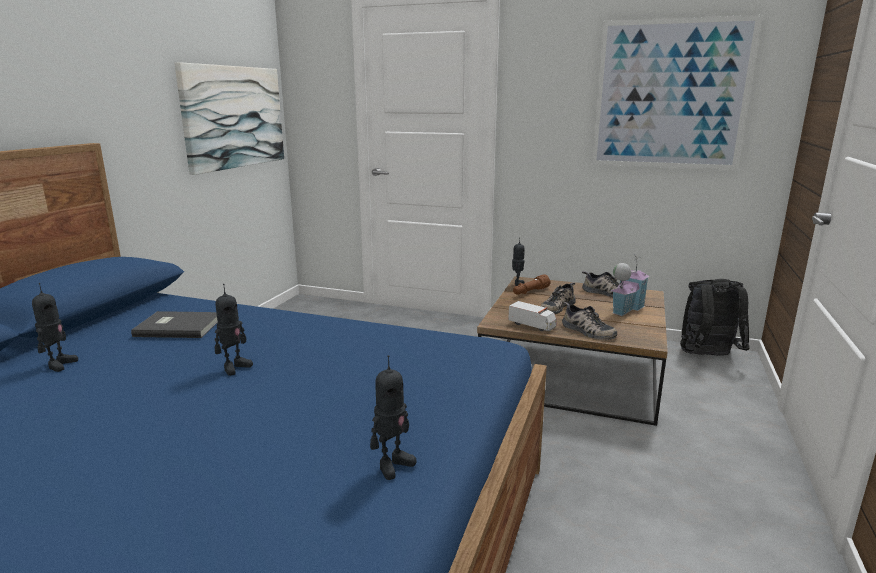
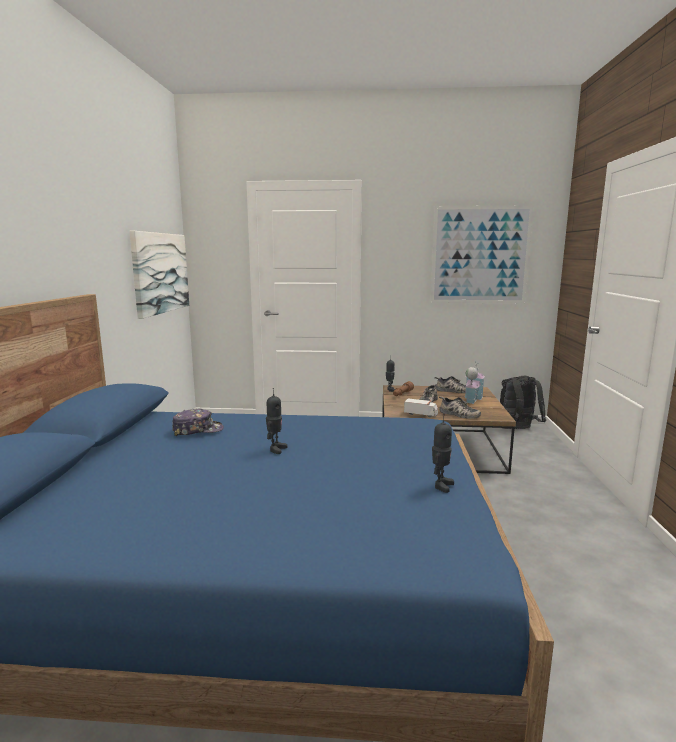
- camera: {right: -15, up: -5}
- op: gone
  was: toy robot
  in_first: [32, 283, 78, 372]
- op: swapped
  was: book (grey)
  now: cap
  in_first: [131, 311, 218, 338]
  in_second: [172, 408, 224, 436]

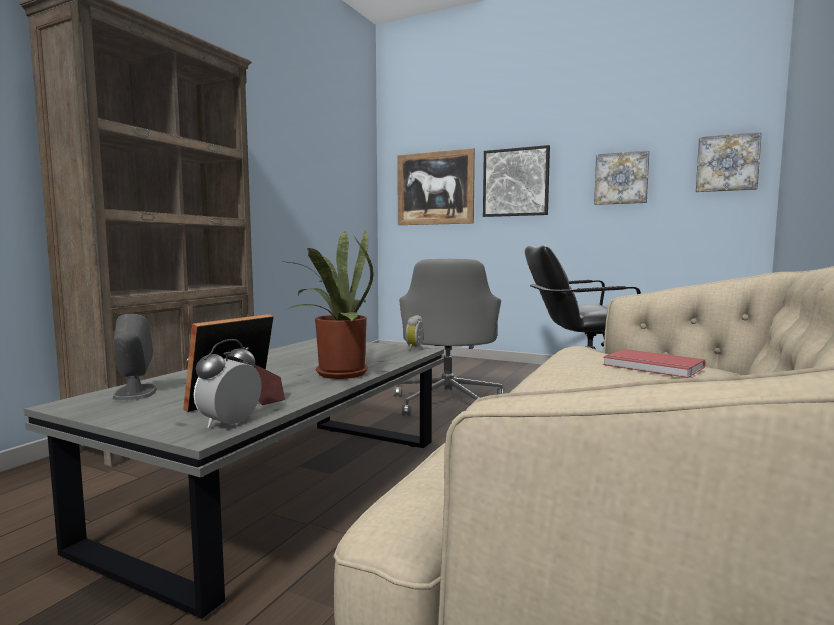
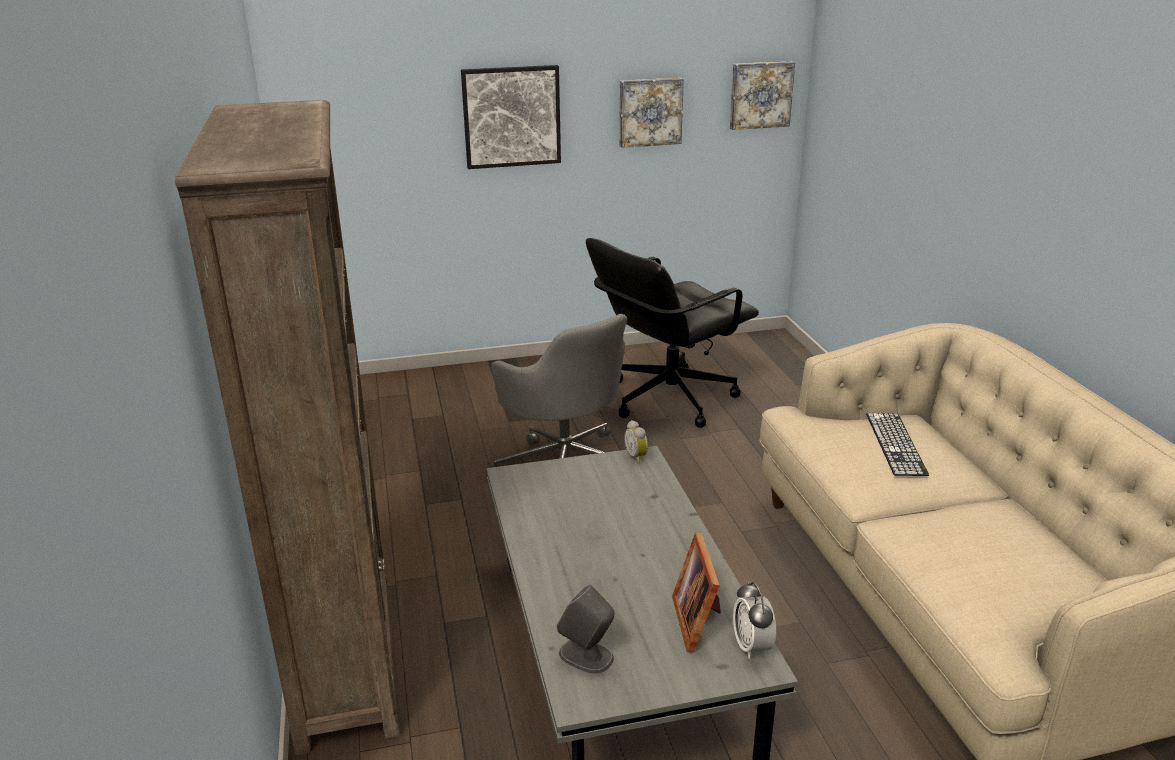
- camera: {right: -40, up: 20}
- op: gone
  was: potted plant
  in_first: [281, 231, 374, 379]
- op: gone
  was: picture
  in_first: [397, 148, 475, 225]
- op: swapped
  was: book (red)
  now: keyboard
  in_first: [603, 349, 705, 378]
  in_second: [866, 413, 929, 476]

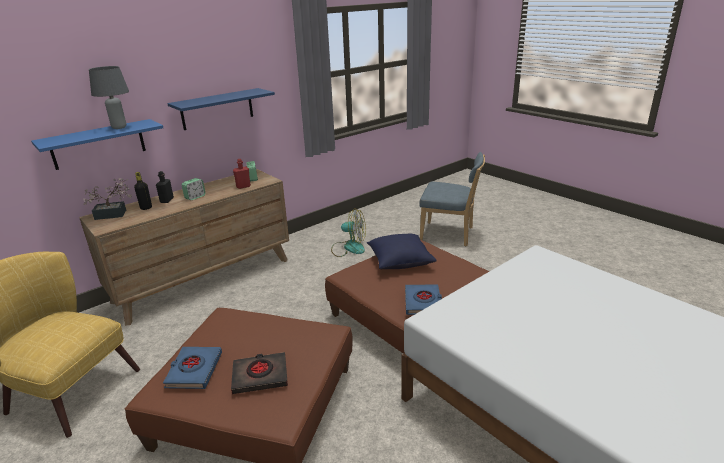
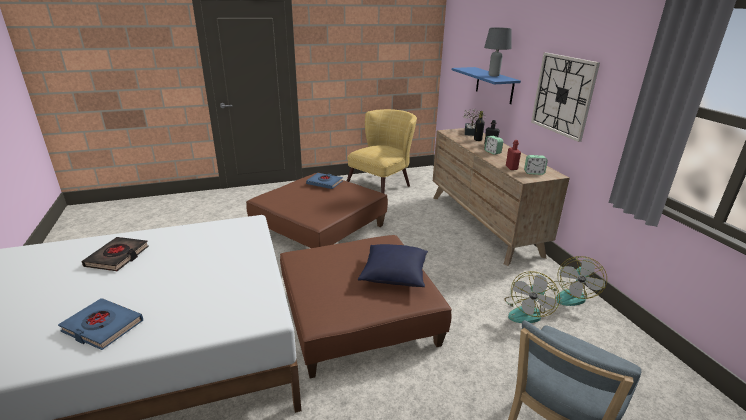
- camera: {right: 110, up: 0}
- op: new
  now: fan
  in_second: [547, 256, 607, 306]
- op: shifted
  was: book (black)
  in_first: [231, 352, 288, 394]
  in_second: [81, 237, 149, 271]
- op: shifted
  was: book (blue)
  in_first: [405, 285, 442, 315]
  in_second: [58, 298, 143, 350]
- op: swapped
  was: shelf (blue)
  now: wall clock
  in_first: [167, 88, 275, 130]
  in_second: [531, 52, 600, 142]

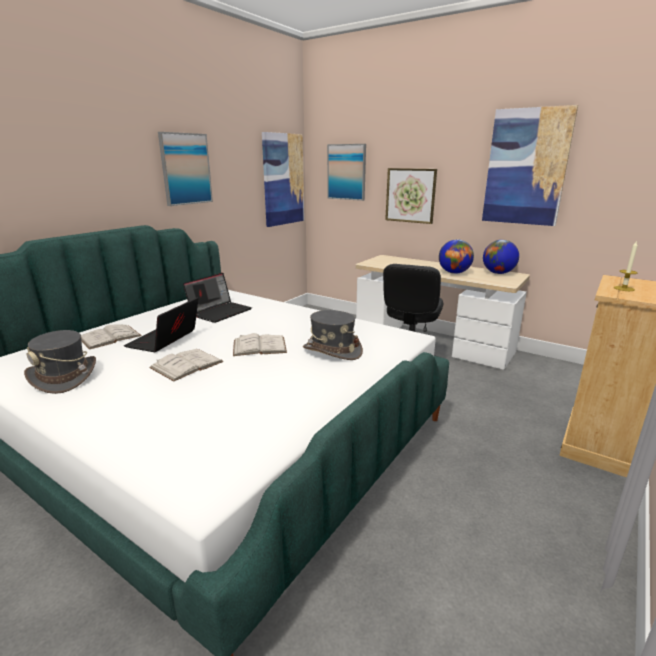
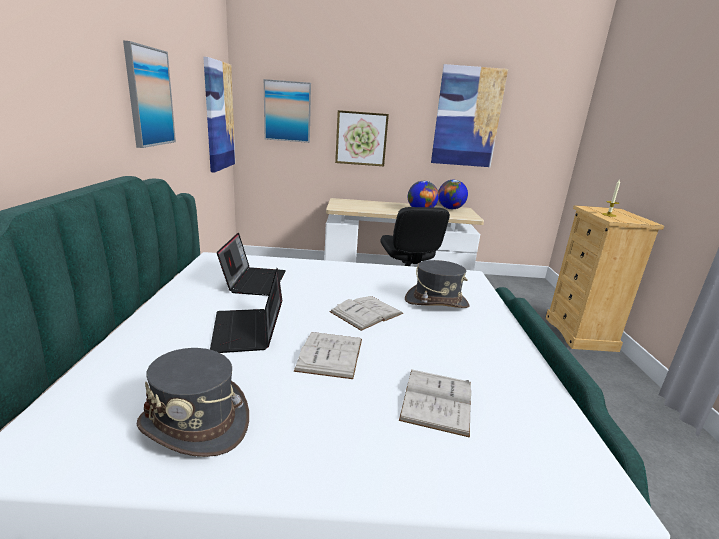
- camera: {right: -35, up: 0}
- op: shifted
  was: book (white)
  in_first: [81, 325, 142, 350]
  in_second: [399, 370, 471, 438]

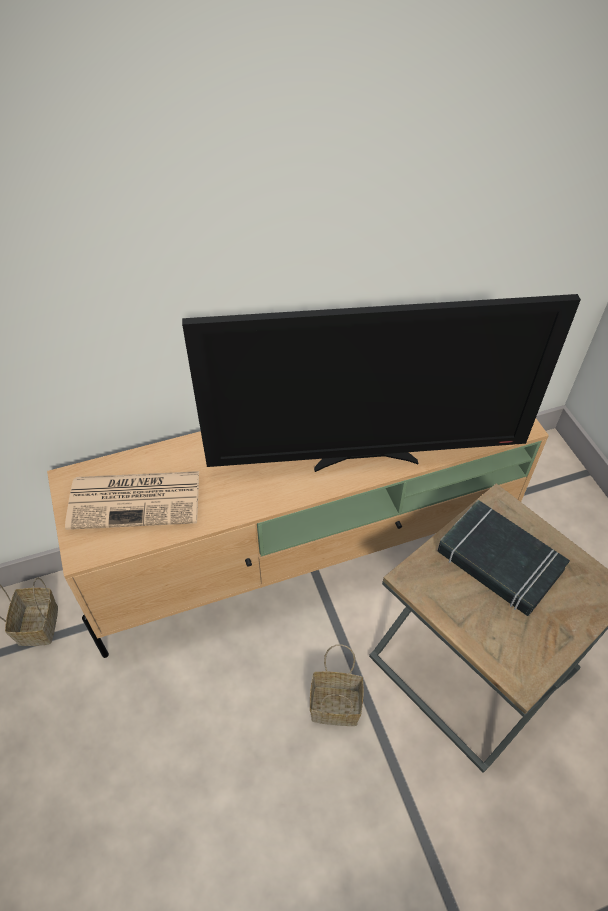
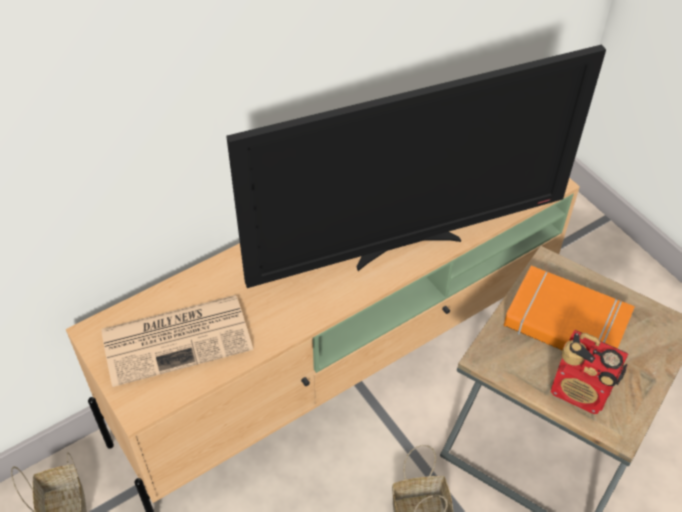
- camera: {right: -15, up: 0}
- op: new
  now: radio
  in_second: [551, 330, 628, 414]
- op: repainted
  was: book (black)
  now: book (orange)
  in_first: [438, 500, 570, 616]
  in_second: [504, 265, 635, 350]

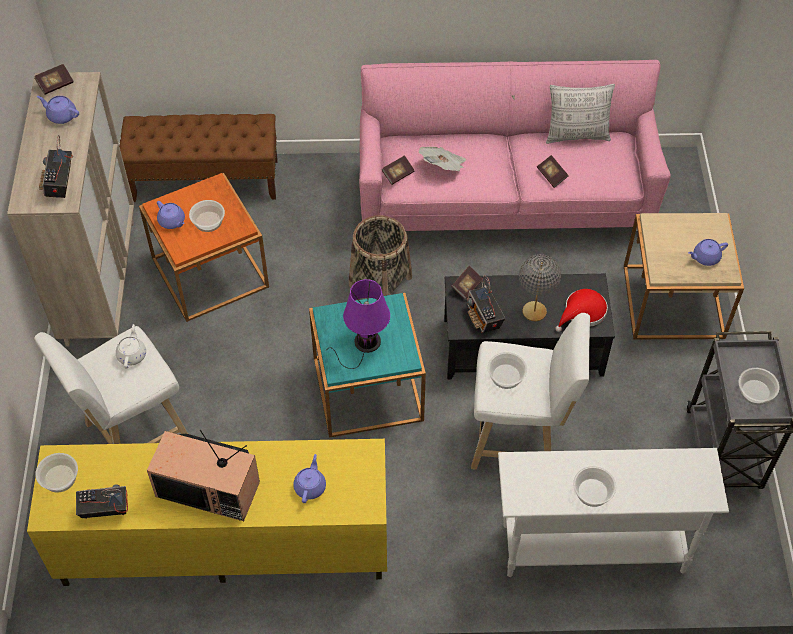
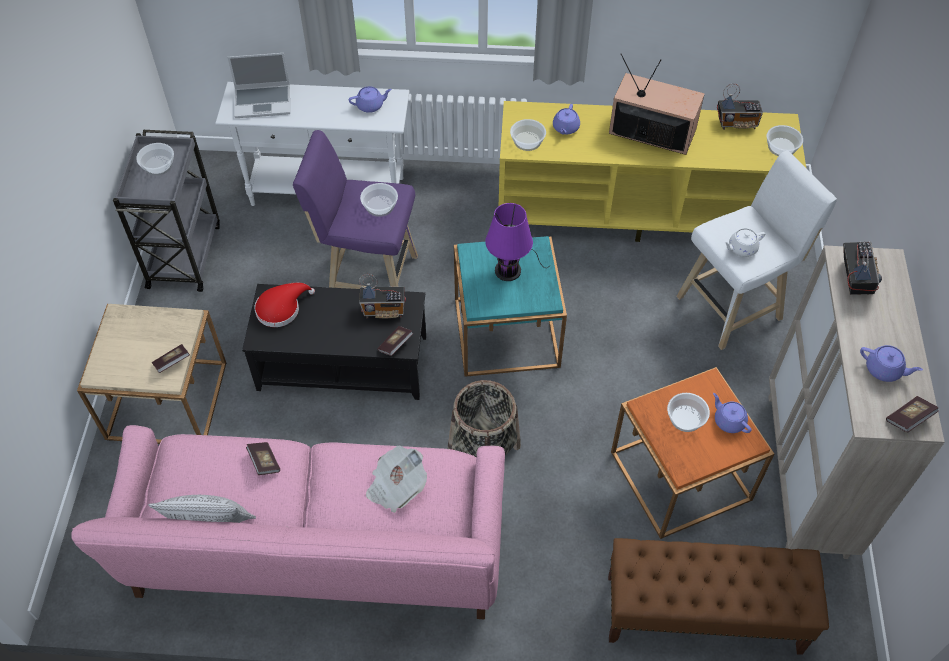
- camera: {right: -175, up: 0}
- op: gone
  was: table lamp (grey)
  in_first: [519, 254, 561, 322]
- op: new
  now: laptop
  in_second: [228, 53, 290, 118]
- op: shifted
  was: book
  in_first: [382, 155, 415, 185]
  in_second: [152, 344, 190, 373]
- op: shifted
  was: bowl
  in_first: [573, 466, 616, 507]
  in_second: [510, 119, 546, 151]
- op: shifted
  was: teapot (purple)
  in_first: [688, 239, 728, 266]
  in_second: [349, 86, 392, 113]
- op: repainted
  was: stool (white)
  now: stool (purple)
  in_first: [471, 313, 590, 470]
  in_second: [293, 130, 418, 289]
- op: rotated
  was: teapot (white)
  in_first: [116, 324, 146, 369]
  in_second: [724, 228, 765, 257]
  clockwise: 60
- op: rotated
  was: radio
  in_first: [467, 275, 505, 333]
  in_second: [359, 274, 406, 319]
  clockwise: 105

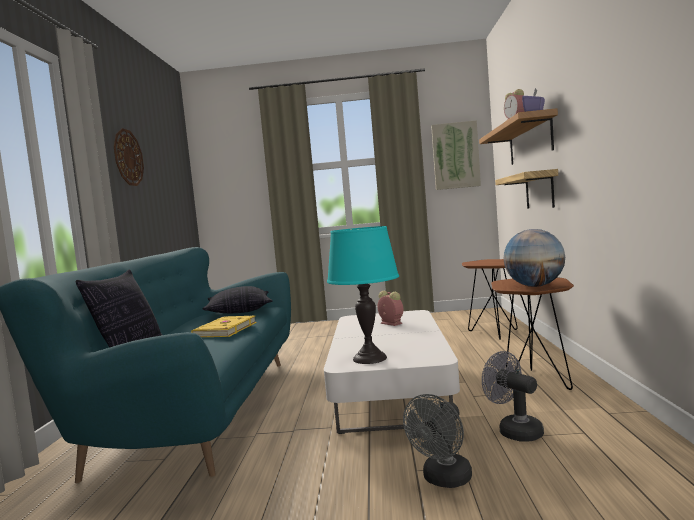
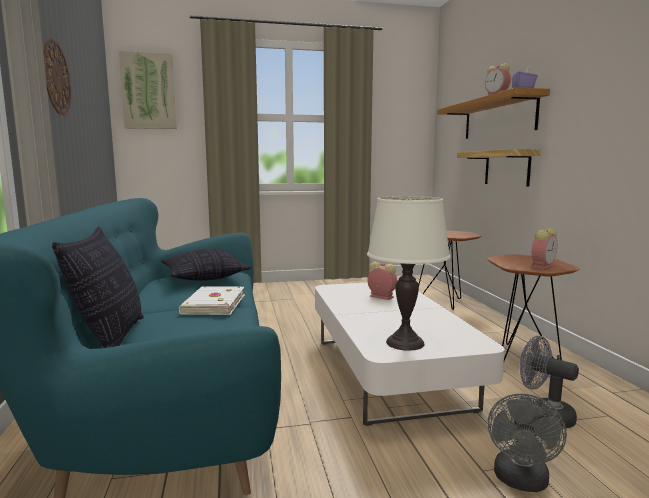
- camera: {right: -15, up: 5}
- op: shifted
  was: picture
  in_first: [431, 120, 481, 190]
  in_second: [119, 51, 177, 129]
- op: swapped
  was: globe
  now: alarm clock
  in_first: [503, 229, 565, 287]
  in_second: [531, 228, 557, 270]
- op: repainted
  was: book (yellow)
  now: book (white)
  in_first: [191, 315, 257, 337]
  in_second: [179, 286, 245, 315]
- op: repainted
  was: table lamp (turquoise)
  now: table lamp (white)
  in_first: [327, 226, 399, 364]
  in_second: [367, 196, 451, 351]

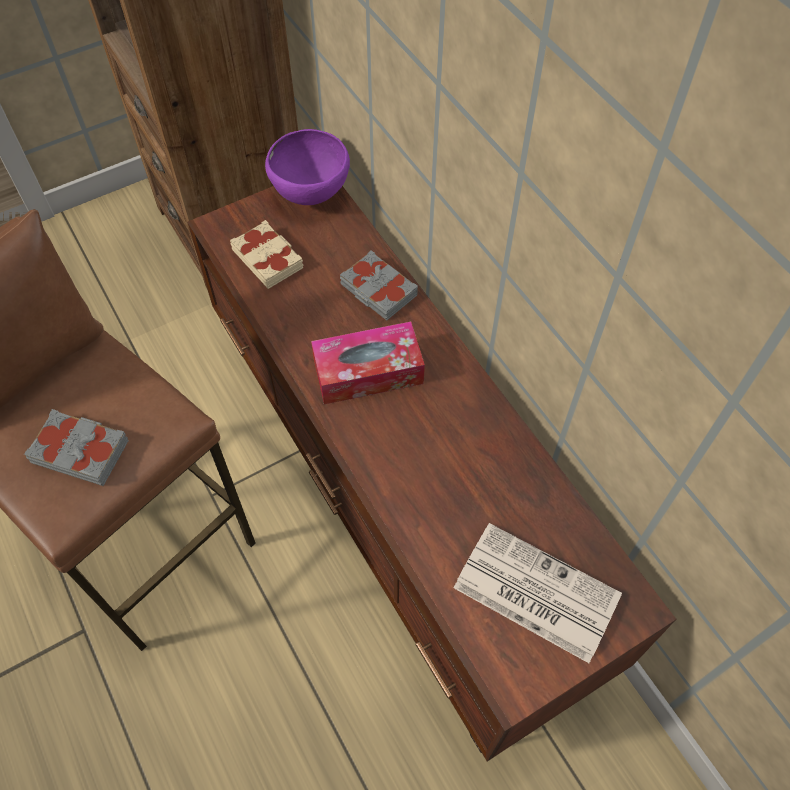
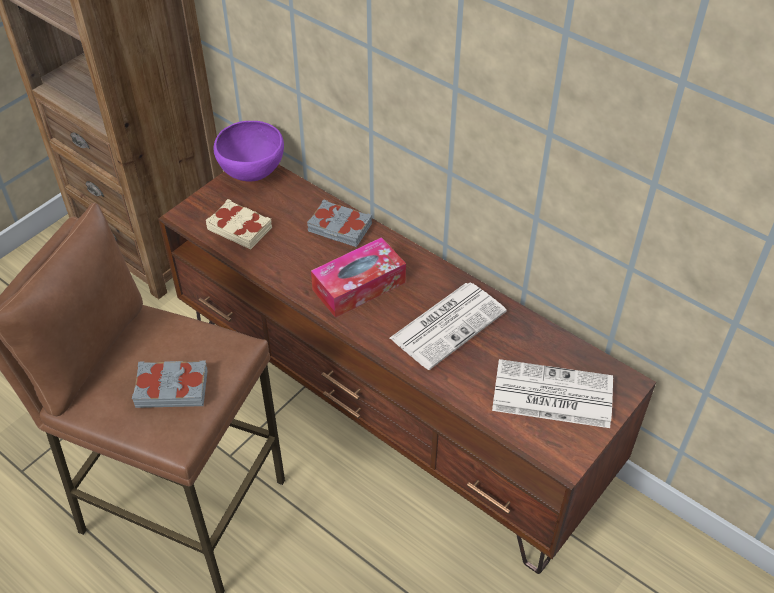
- camera: {right: -20, up: -10}
- op: new
  now: newspaper
  in_second: [390, 282, 507, 370]

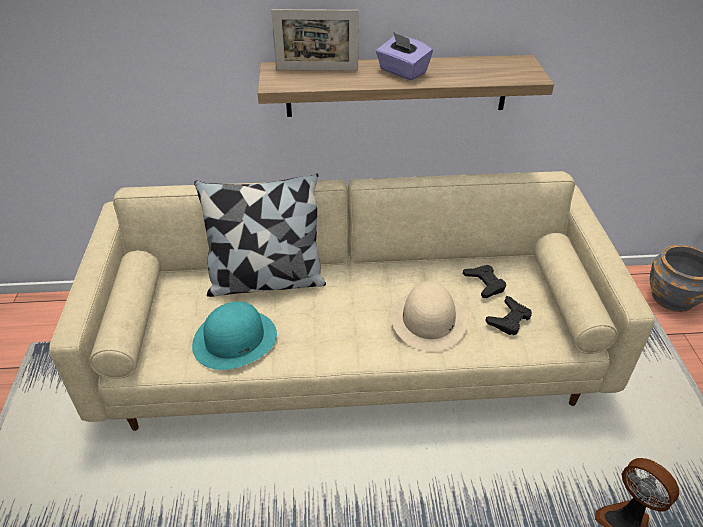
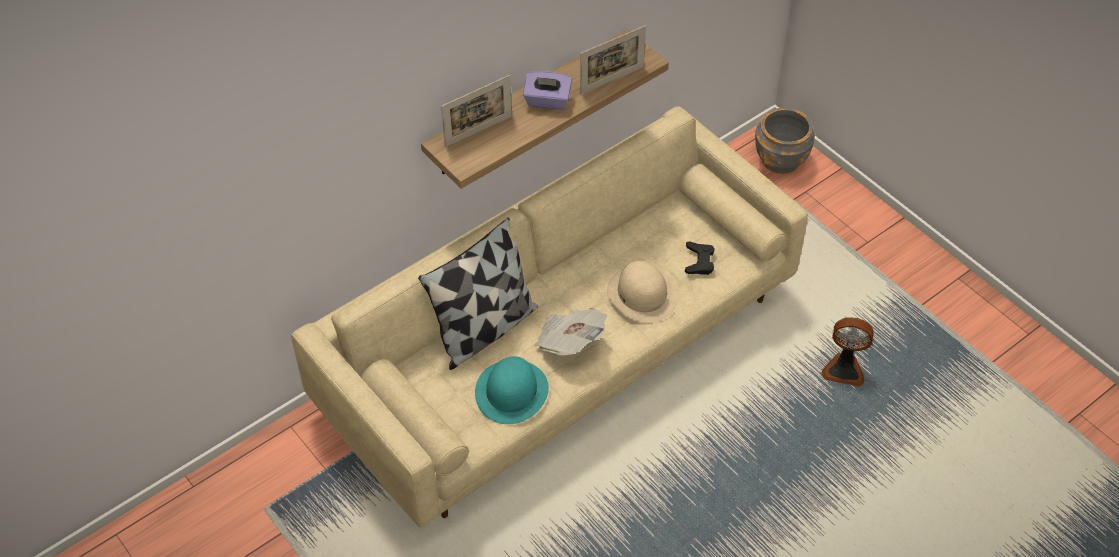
- camera: {right: -35, up: 10}
- op: gone
  was: game controller (black)
  in_first: [463, 265, 506, 298]
- op: new
  now: newspaper
  in_second: [534, 308, 607, 356]
- op: new
  now: picture frame
  in_second: [580, 25, 646, 94]

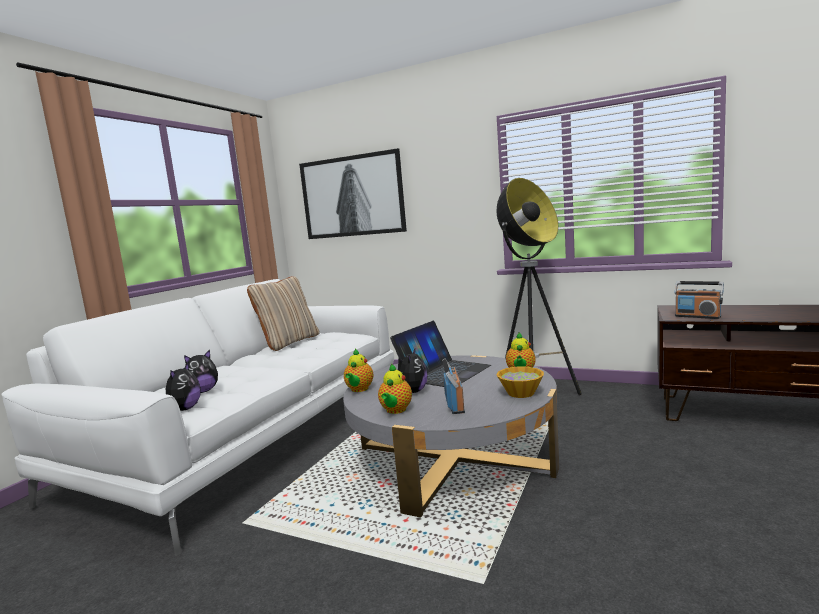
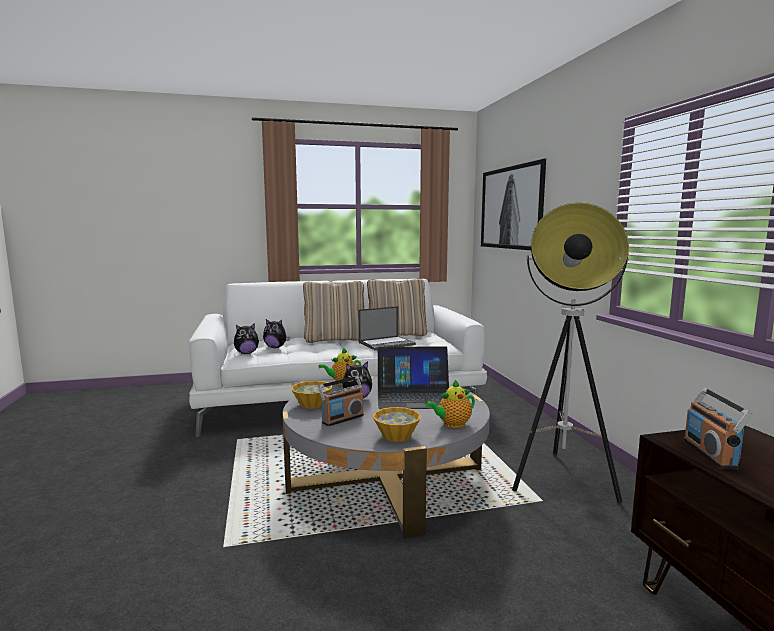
- camera: {right: 50, up: 0}
- op: new
  now: pillow (beige)
  in_second: [303, 281, 364, 343]
- op: new
  now: laptop
  in_second: [358, 306, 416, 350]
- op: swapped
  was: teapot
  now: bowl
  in_first: [378, 364, 412, 414]
  in_second: [291, 381, 332, 409]

